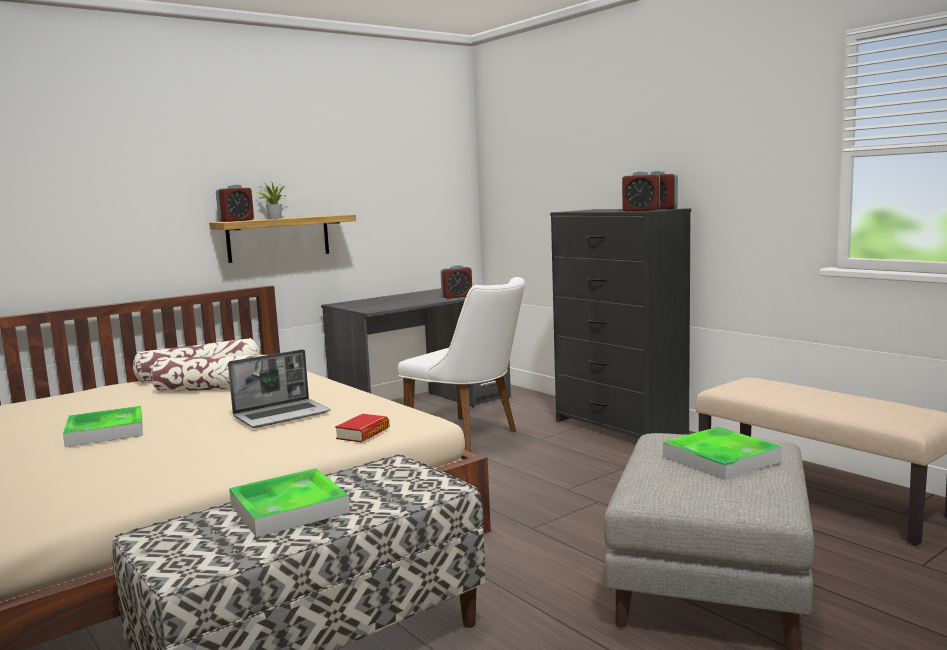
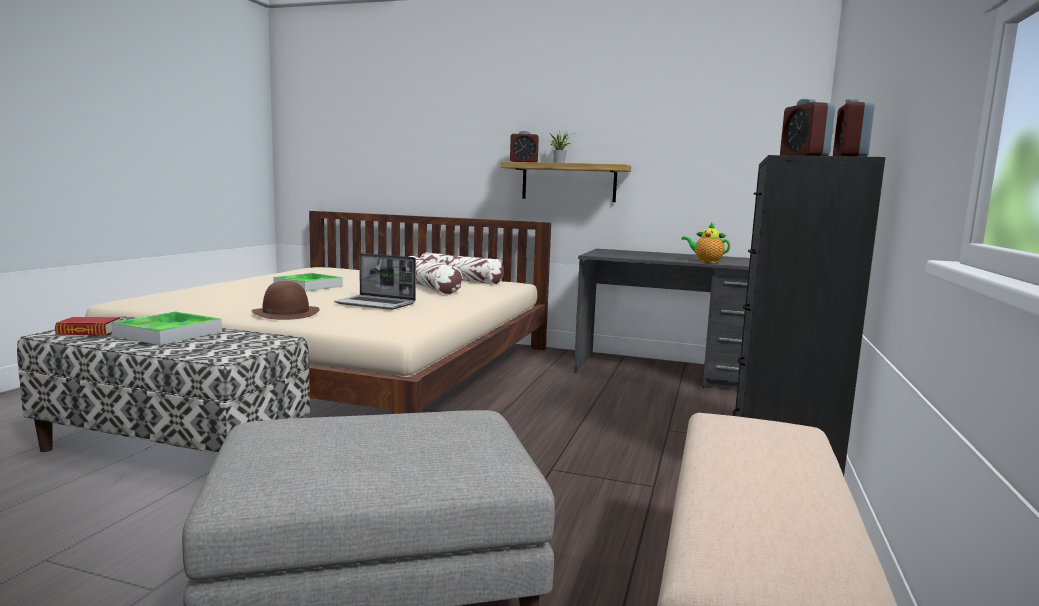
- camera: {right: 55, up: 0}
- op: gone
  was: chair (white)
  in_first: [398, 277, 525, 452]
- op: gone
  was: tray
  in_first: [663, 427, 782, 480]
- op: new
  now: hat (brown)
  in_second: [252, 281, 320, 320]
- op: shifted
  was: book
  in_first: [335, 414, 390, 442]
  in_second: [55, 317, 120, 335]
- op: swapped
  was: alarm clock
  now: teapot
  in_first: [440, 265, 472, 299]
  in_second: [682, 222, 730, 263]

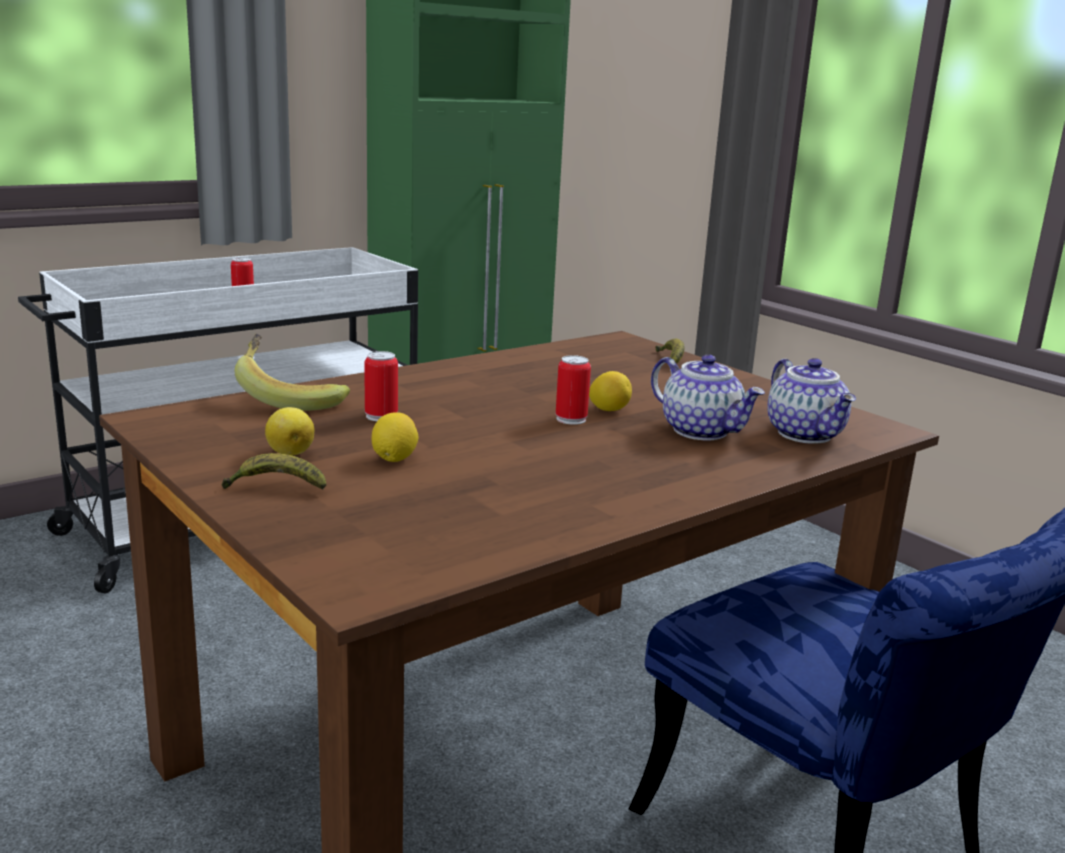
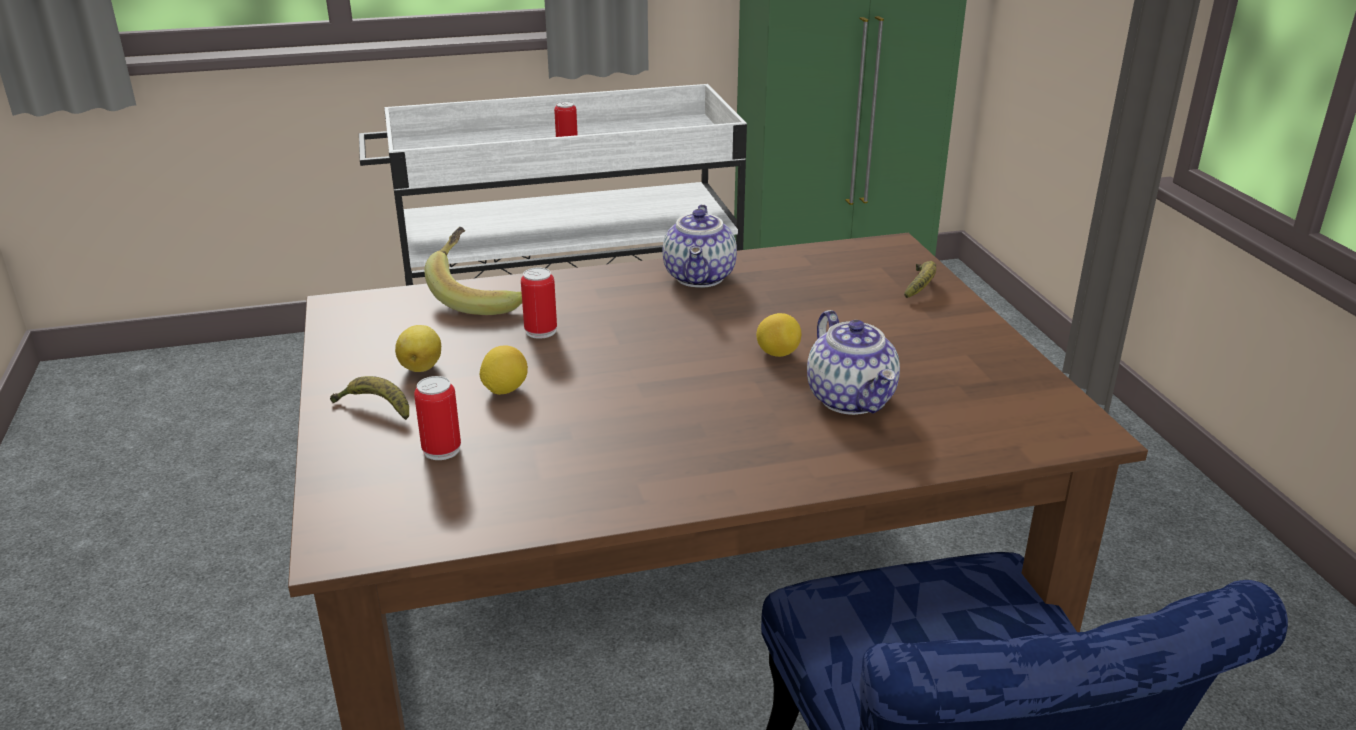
- camera: {right: 25, up: 10}
- op: shifted
  was: can
  in_first: [556, 355, 591, 425]
  in_second: [414, 376, 461, 460]
- op: shifted
  was: teapot
  in_first: [767, 358, 856, 444]
  in_second: [662, 204, 737, 288]

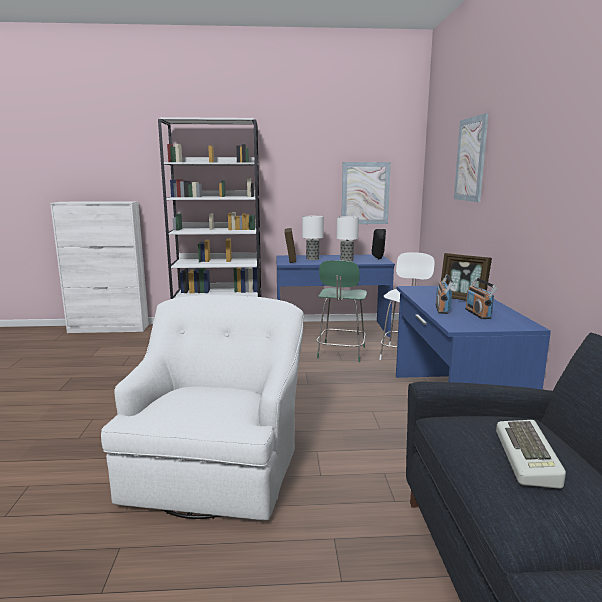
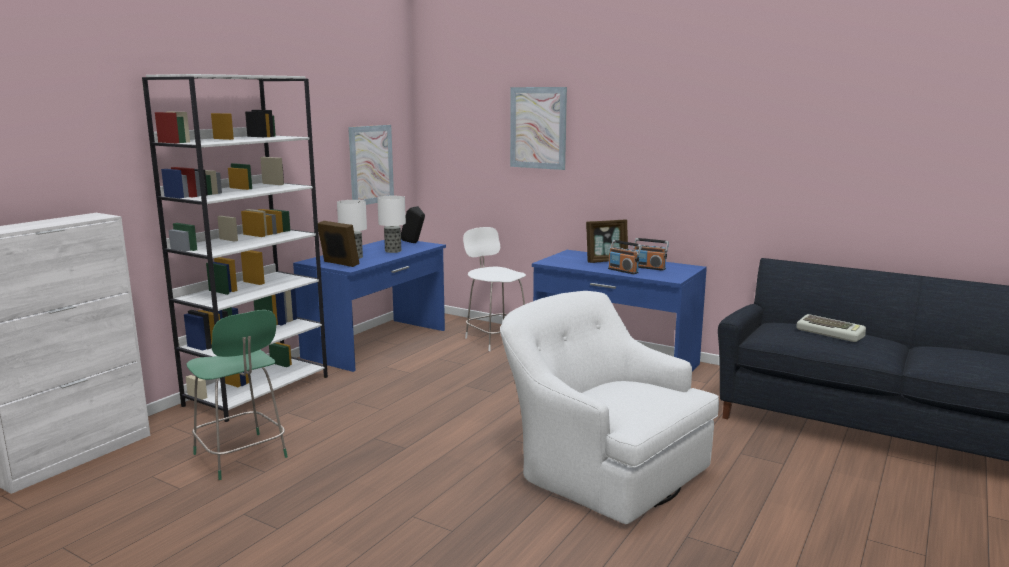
- camera: {right: -55, up: 0}
- op: shifted
  was: chair (green)
  in_first: [316, 260, 367, 362]
  in_second: [187, 310, 288, 480]

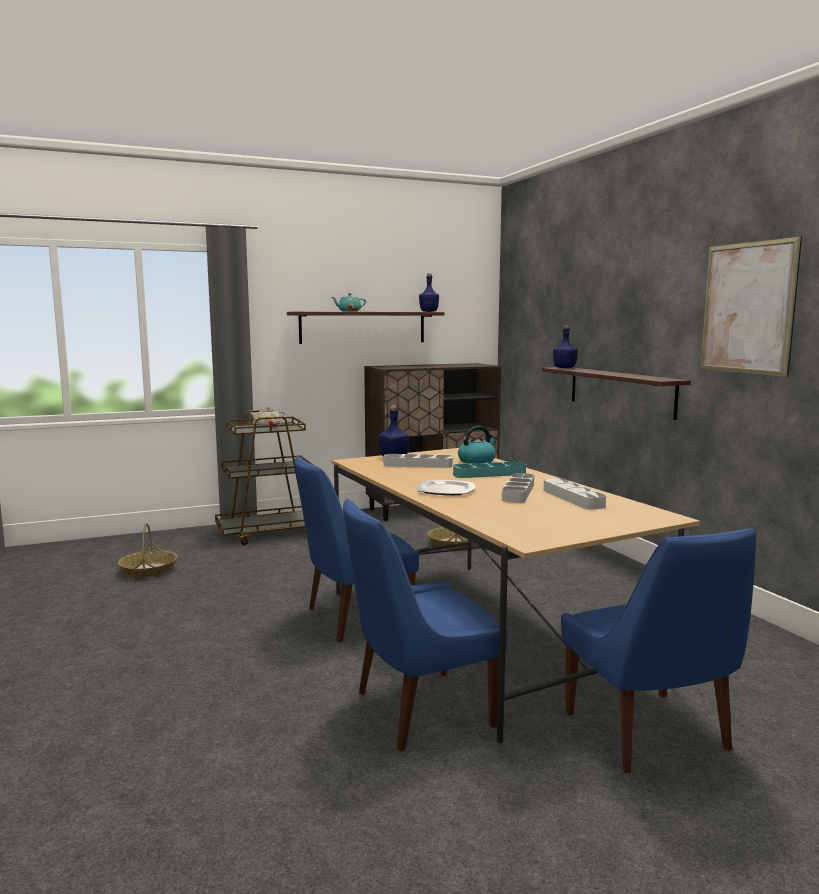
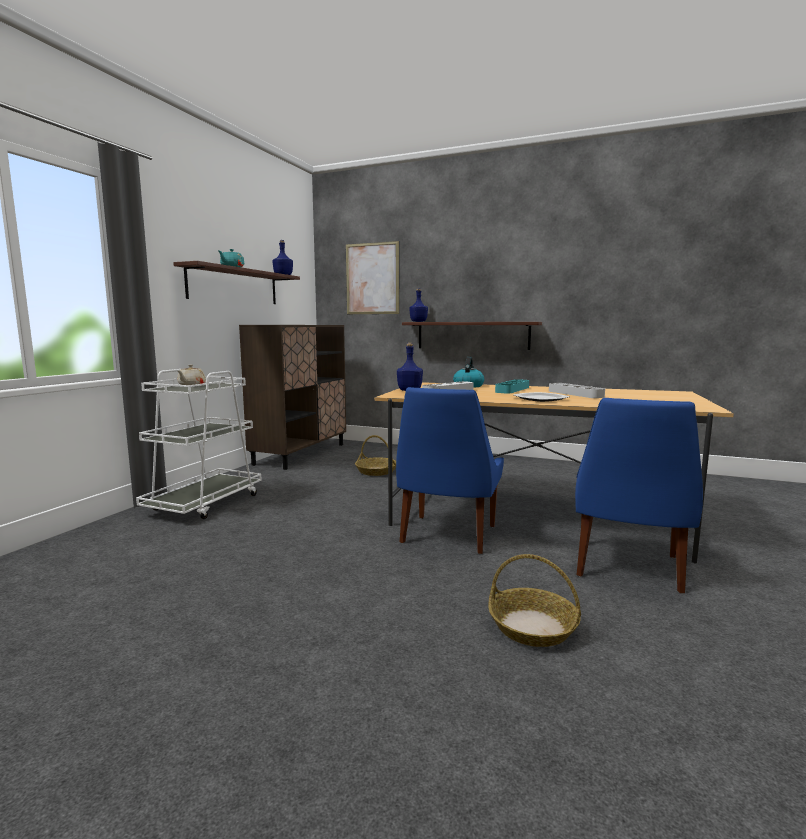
- camera: {right: -45, up: 0}
- op: gone
  was: tray (grey)
  in_first: [543, 478, 606, 510]
- op: gone
  was: chair (blue)
  in_first: [561, 528, 756, 773]
- op: shifted
  was: basket
  in_first: [118, 523, 177, 577]
  in_second: [488, 554, 581, 647]
- op: shifted
  was: picture
  in_first: [700, 236, 802, 377]
  in_second: [346, 241, 400, 314]
- op: repainted
  was: cart (brown)
  now: cart (white)
  in_first: [215, 409, 313, 545]
  in_second: [136, 369, 262, 519]

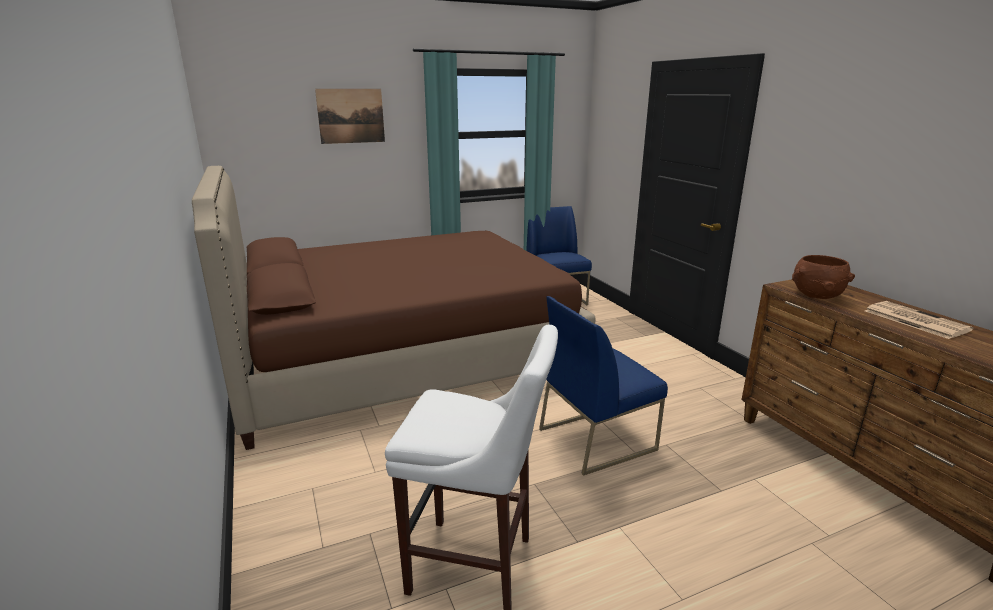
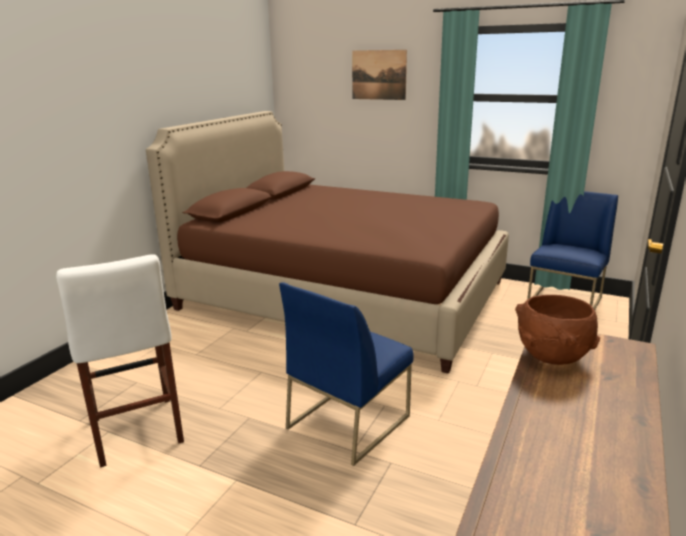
- camera: {right: 50, up: 0}
- op: gone
  was: newspaper
  in_first: [865, 301, 974, 339]
- op: rotated
  was: chair (blue)
  in_first: [539, 296, 668, 476]
  in_second: [279, 282, 414, 466]
  clockwise: -75

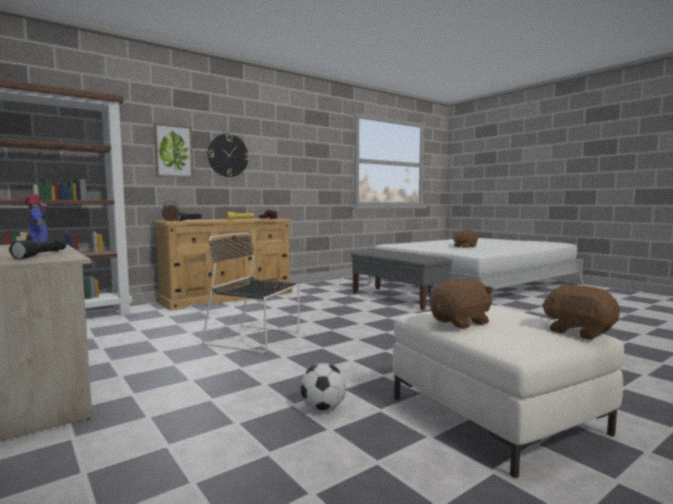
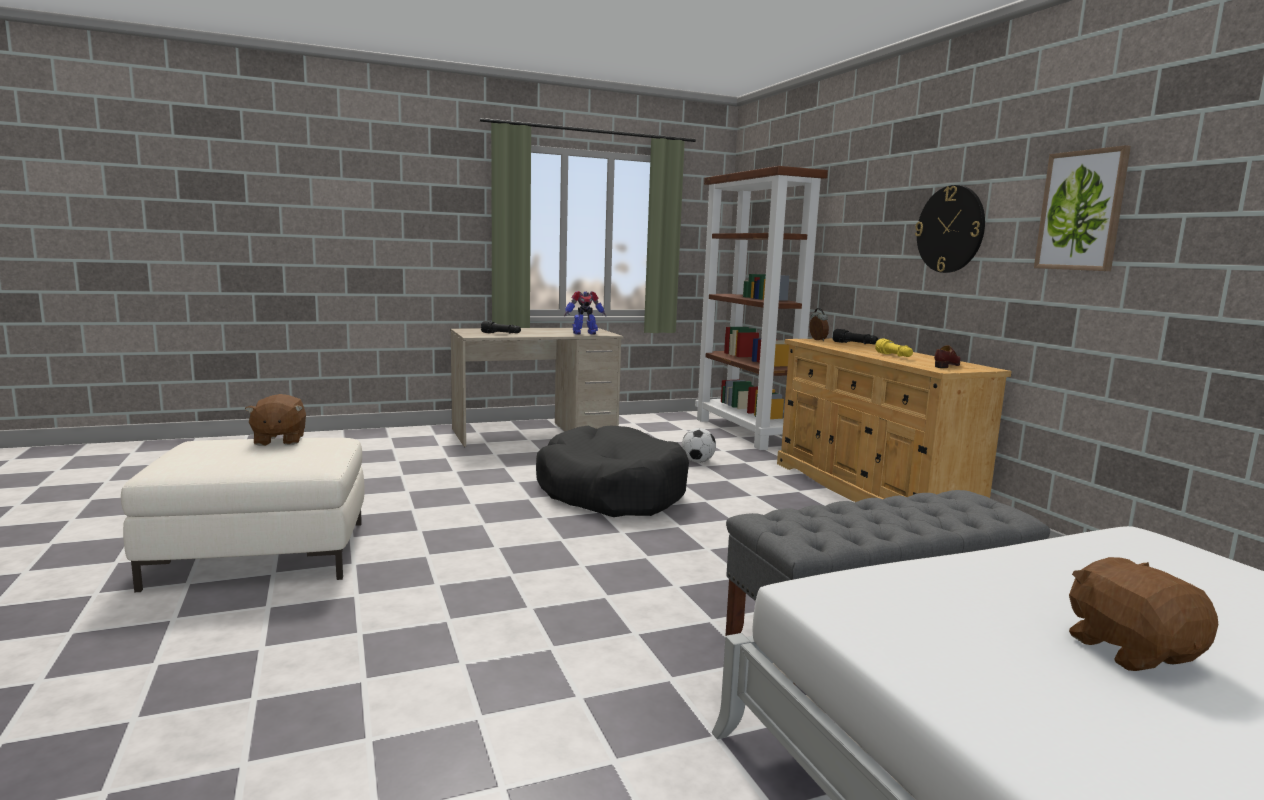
- camera: {right: 105, up: 5}
- op: gone
  was: plush toy (brown)
  in_first: [542, 285, 620, 340]
- op: shifted
  was: picture
  in_first: [154, 123, 193, 178]
  in_second: [1034, 145, 1131, 271]
- op: shifted
  was: football
  in_first: [300, 363, 346, 411]
  in_second: [682, 428, 716, 462]
- op: swapped
  was: chair (black)
  now: dog bed (black)
  in_first: [202, 232, 299, 353]
  in_second: [536, 425, 689, 517]

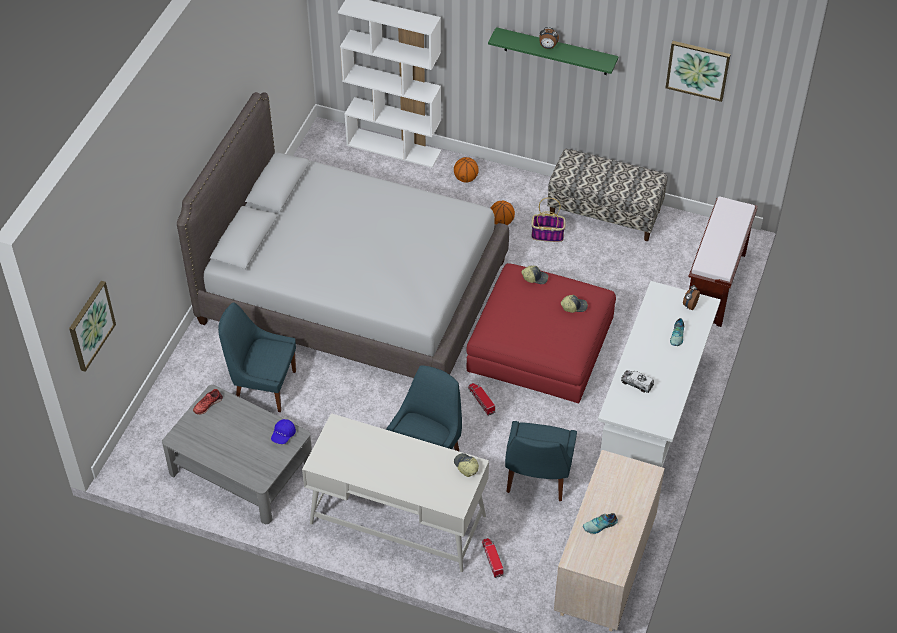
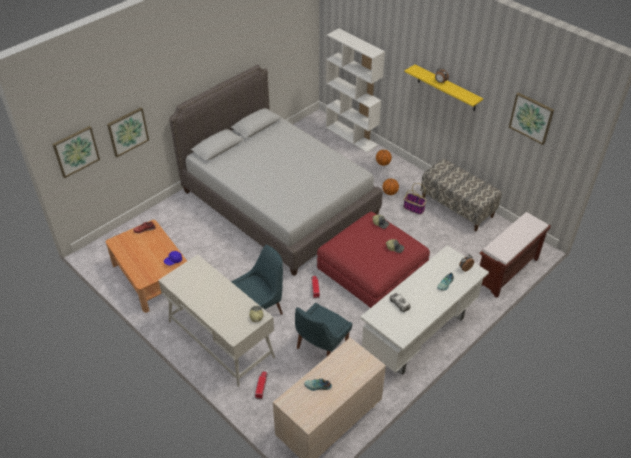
- camera: {right: 25, up: -5}
- op: gone
  was: chair (blue)
  in_first: [218, 302, 296, 412]
- op: new
  now: picture
  in_second: [107, 107, 149, 157]
- op: repainted
  was: coffee table (grey)
  now: coffee table (brown)
  in_first: [162, 385, 312, 524]
  in_second: [106, 220, 187, 313]
- op: repainted
  was: shelf (green)
  now: shelf (yellow)
  in_first: [488, 27, 619, 75]
  in_second: [405, 64, 483, 111]

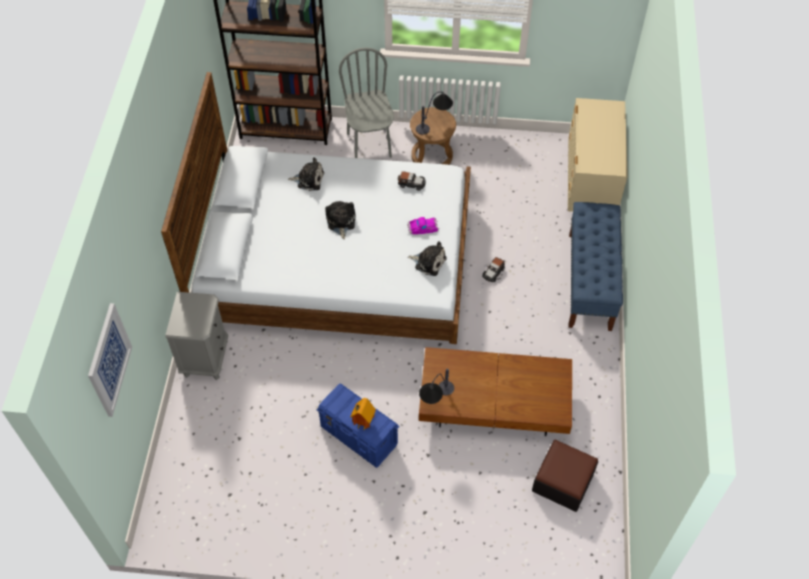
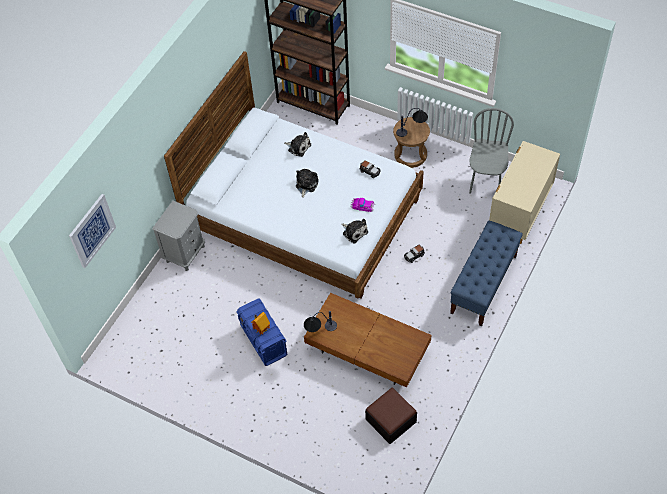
- camera: {right: 25, up: 0}
- op: shifted
  was: chair (grey)
  in_first: [339, 48, 394, 158]
  in_second: [469, 108, 514, 194]

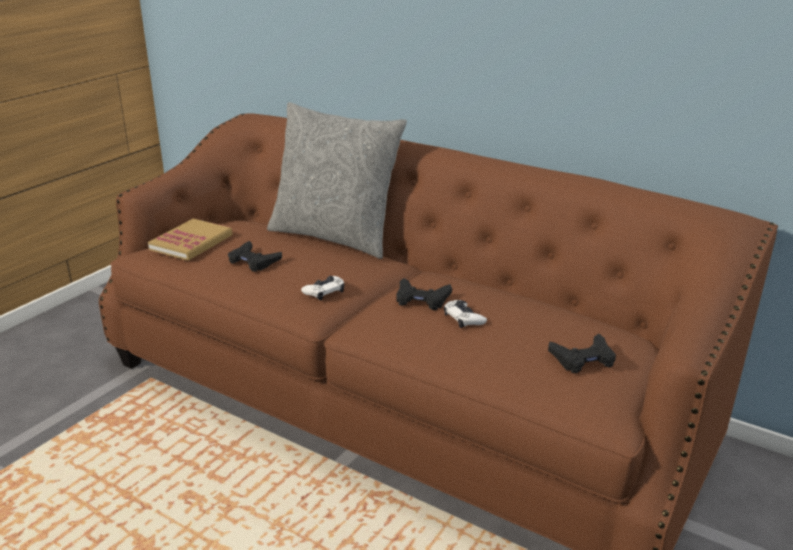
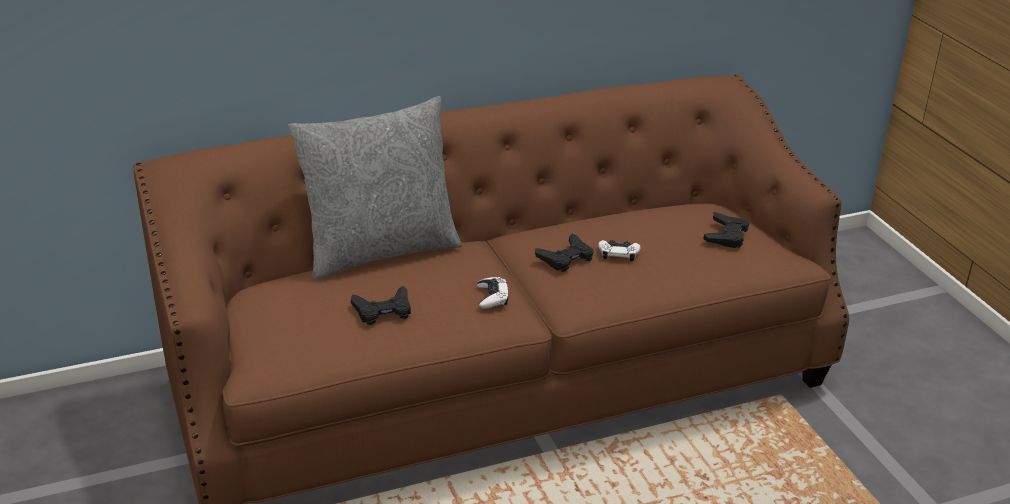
- camera: {right: -55, up: 5}
- op: gone
  was: book
  in_first: [148, 219, 233, 261]

